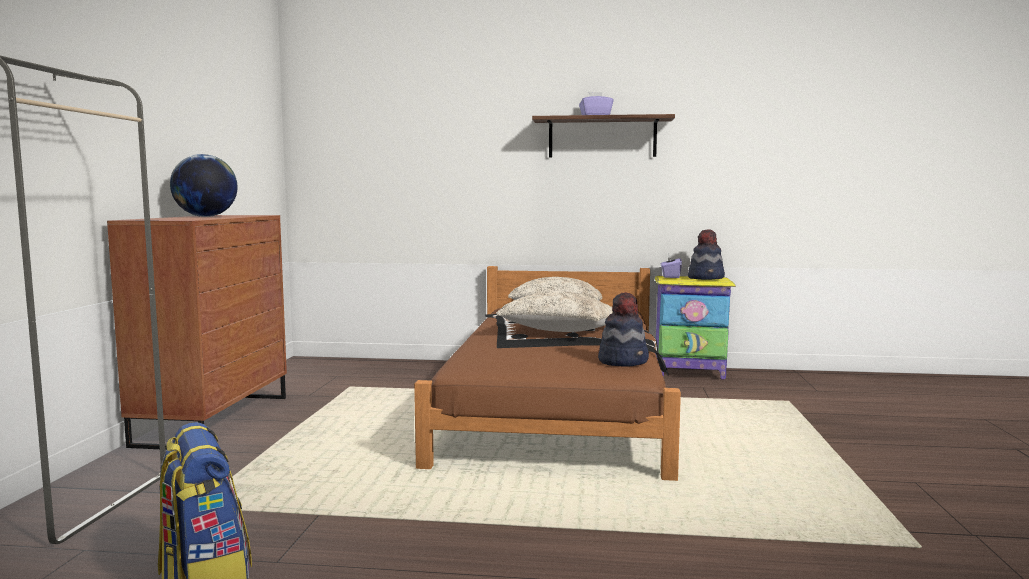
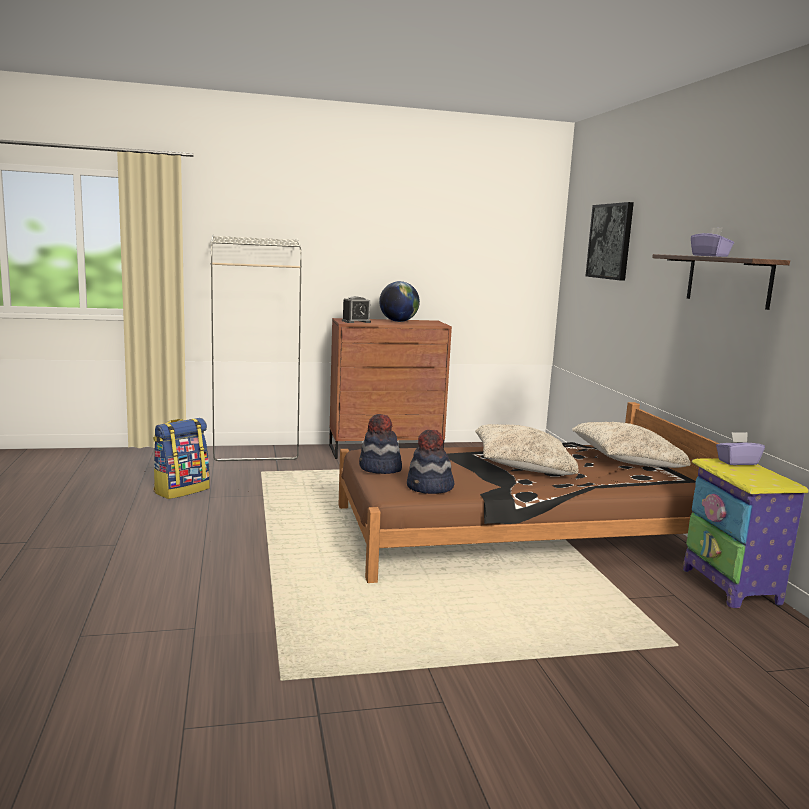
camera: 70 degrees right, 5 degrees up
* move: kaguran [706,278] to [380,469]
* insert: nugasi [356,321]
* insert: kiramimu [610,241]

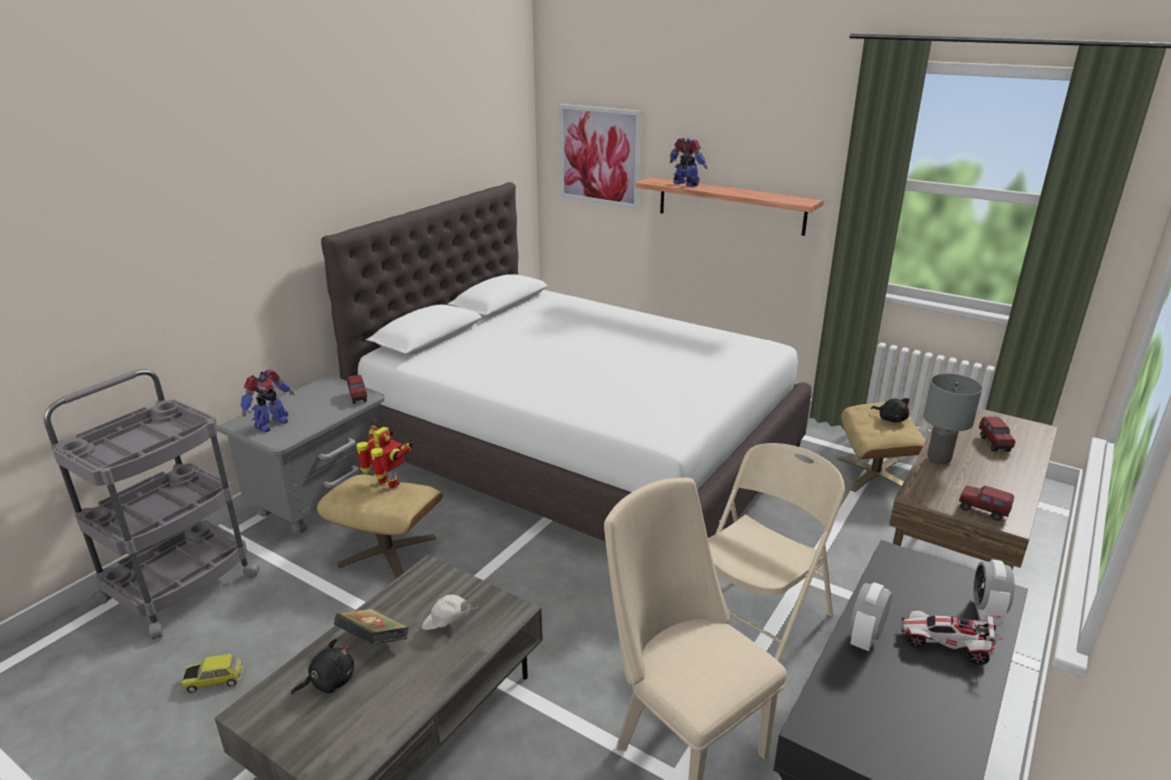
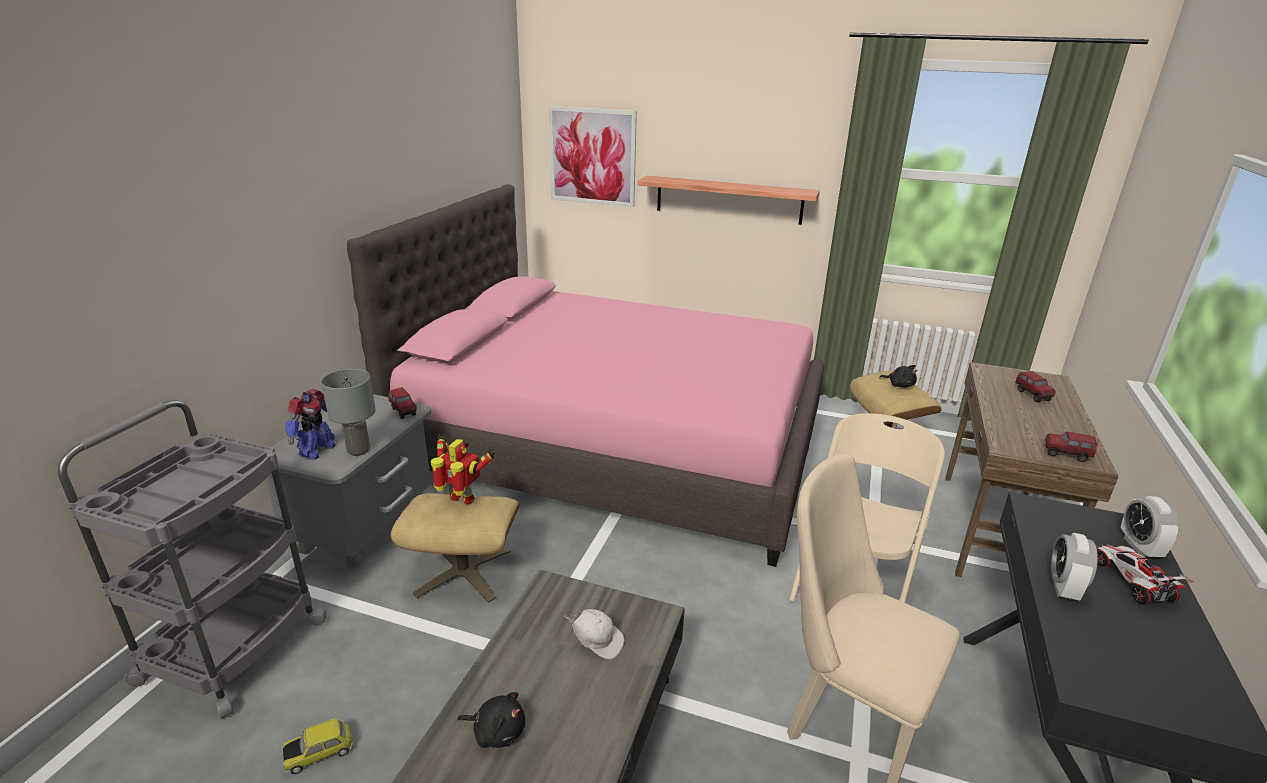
camera: 15 degrees left, 0 degrees up
* rotate: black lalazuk [329,681] = [497,731] 60 degrees clockwise
* recolor: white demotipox [578,451] to pink demotipox [614,445]
* delete: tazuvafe [374,642]
* rotate: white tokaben [447,624] = [597,642] 150 degrees counterclockwise
* delete: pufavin [685,184]
* rotate: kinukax [946,644] = [1131,582] 75 degrees clockwise
* move: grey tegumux [939,460] to [359,451]

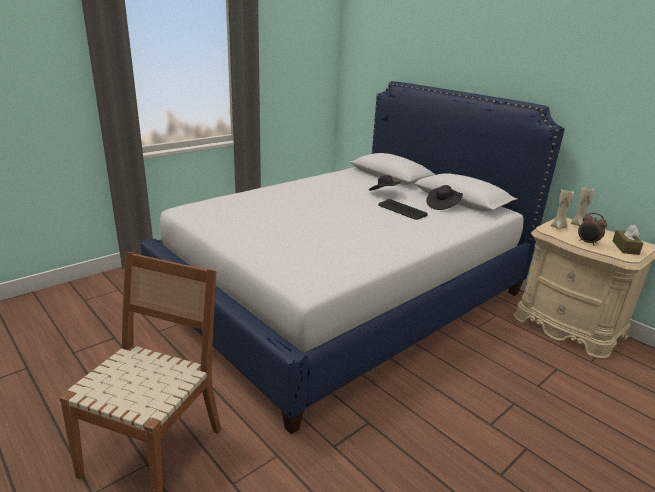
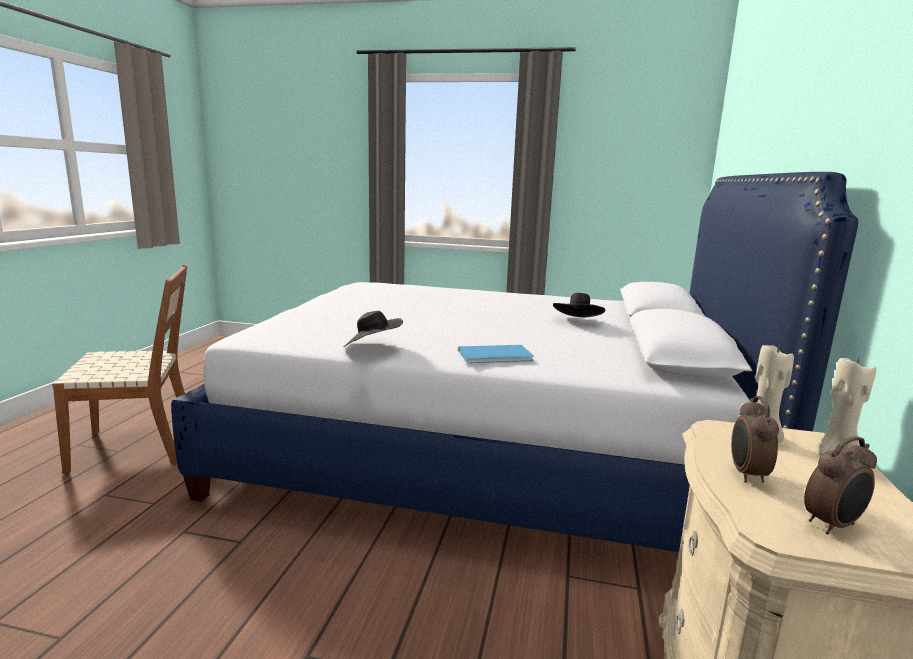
camera: 55 degrees right, 10 degrees down
* delete: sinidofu [401,210]
* move: black kaguran [443,205] to [372,347]
* replace: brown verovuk [625,248] to nugasi [833,525]
* insert: blue tazuvafe [497,356]

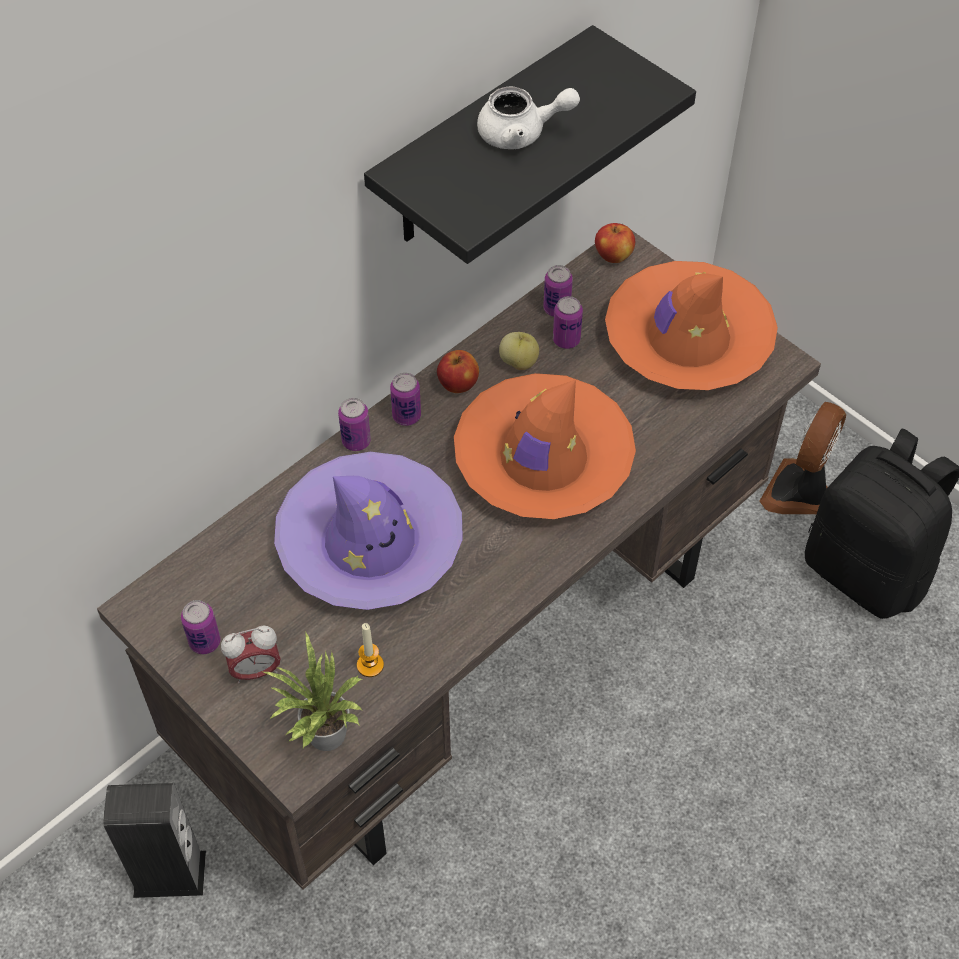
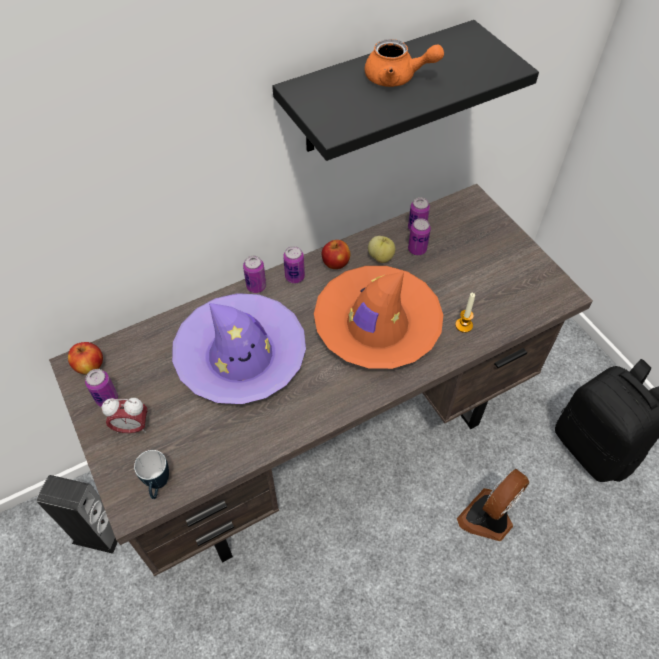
camera: 15 degrees right, 0 degrees up
* replace: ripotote [321,736] to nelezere [158,486]
* move: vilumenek [370,665] to [464,325]
* recolor: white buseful [521,133] to orange buseful [397,78]
* move: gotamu [614,256] to [90,366]
* delete: orange kaguran [688,339]
* move: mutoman [799,493] to [488,518]

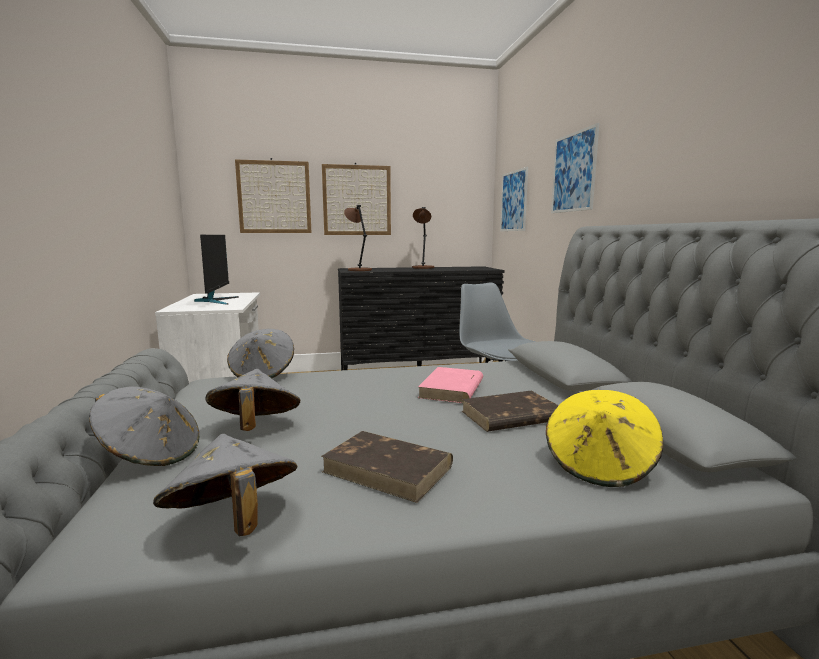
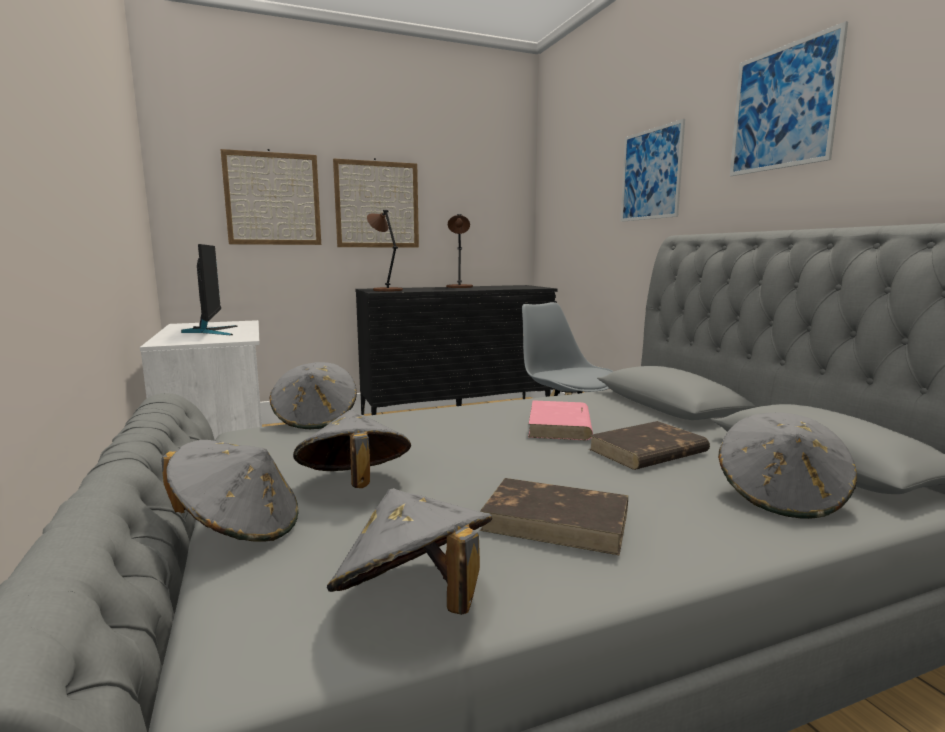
camera: 10 degrees left, 0 degrees up
* move: kiramimu [514,201] to [783,108]
* recolor: yellow kaguran [600,465] to grey kaguran [781,497]

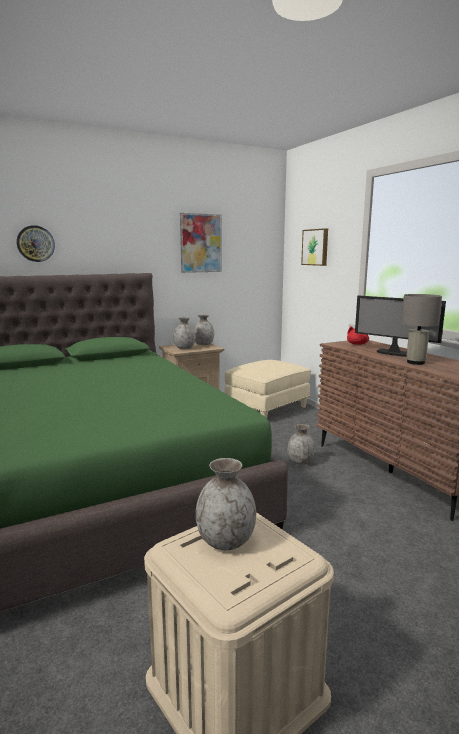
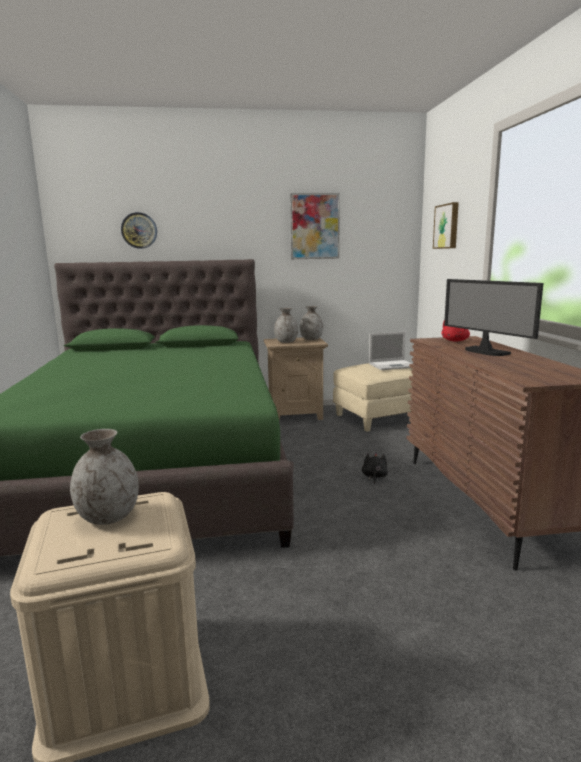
camera: 20 degrees right, 0 degrees up
* replace: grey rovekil [300,462] to black lalazuk [374,477]
* delete: grey tegumux [415,362]
* insert: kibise [393,365]

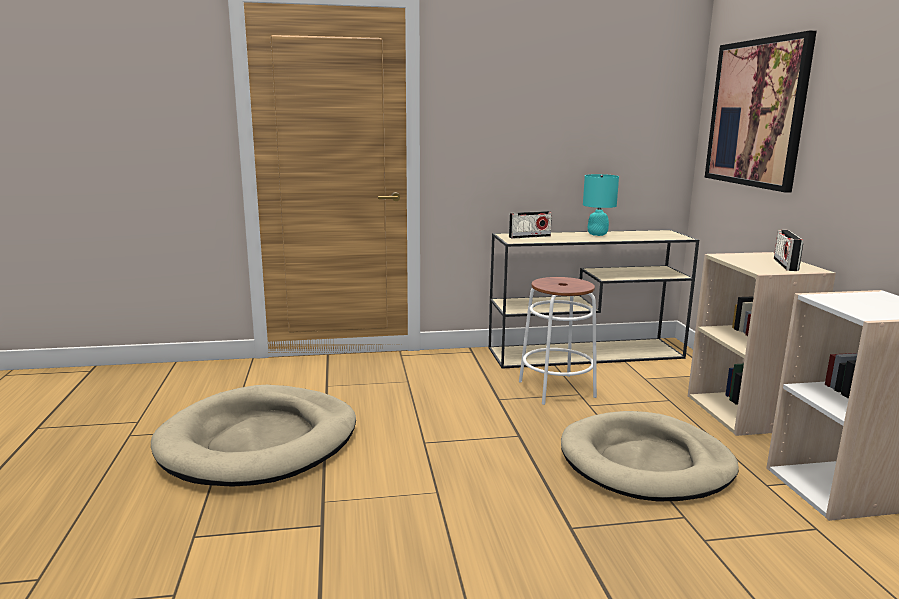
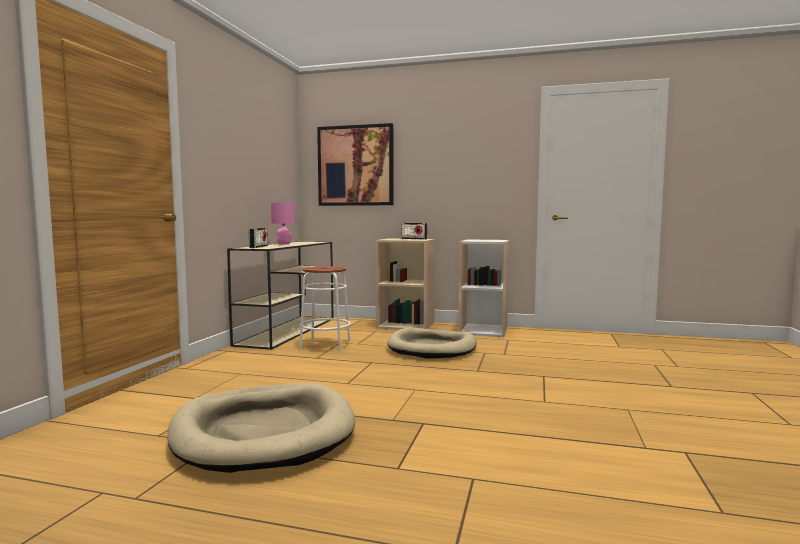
camera: 65 degrees left, 10 degrees down
* recolor: turquoise tegumux [596,234] to pink tegumux [283,244]

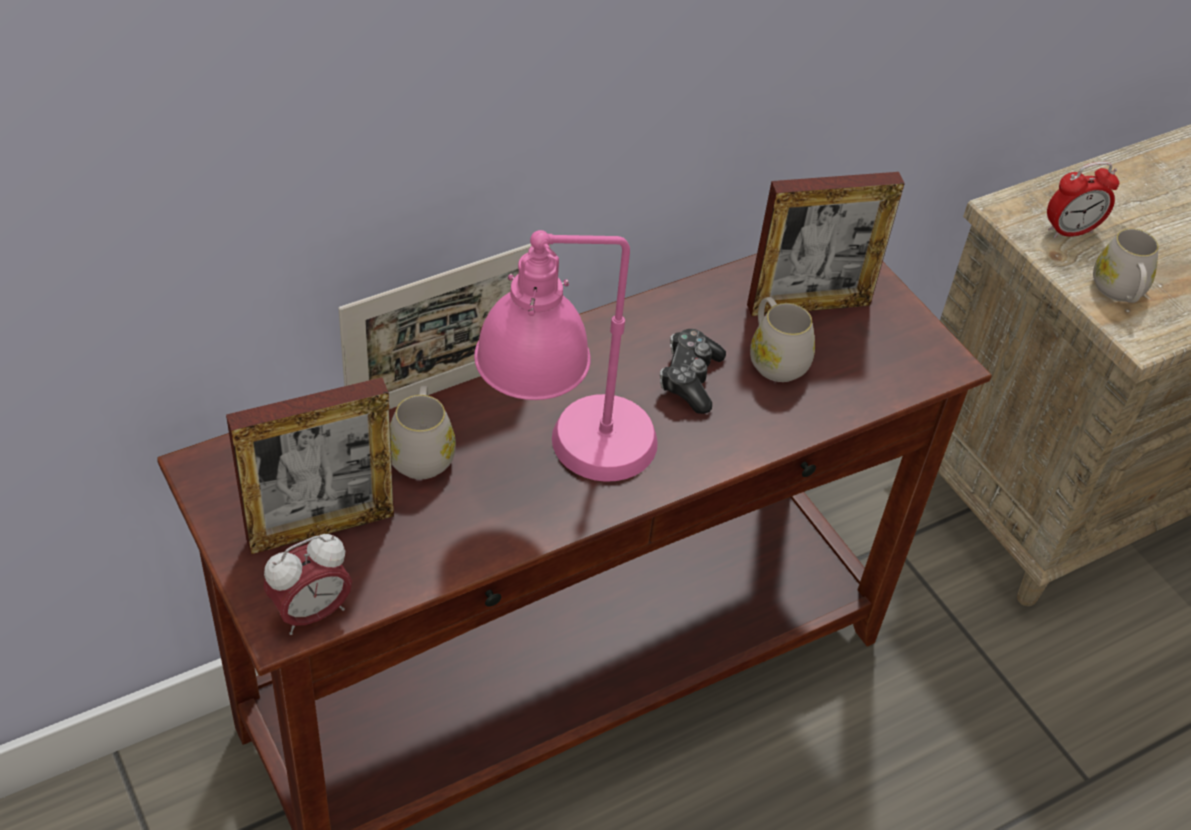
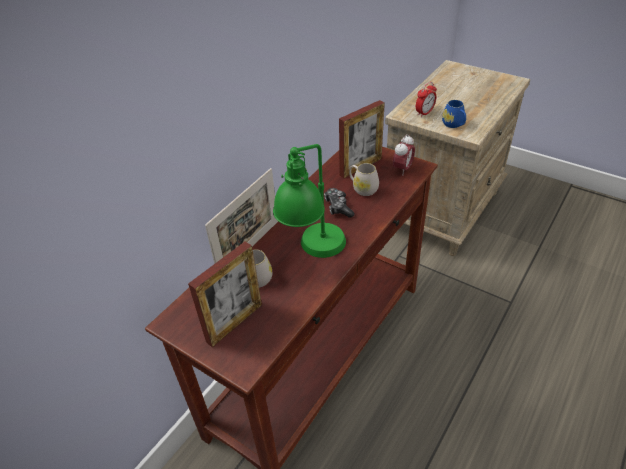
camera: 20 degrees left, 5 degrees down
* move: nugasi [311,613] to [402,169]
* recolor: pink tegumux [566,460] to green tegumux [314,254]
* recolor: white nelezere [1119,292] to blue nelezere [454,125]

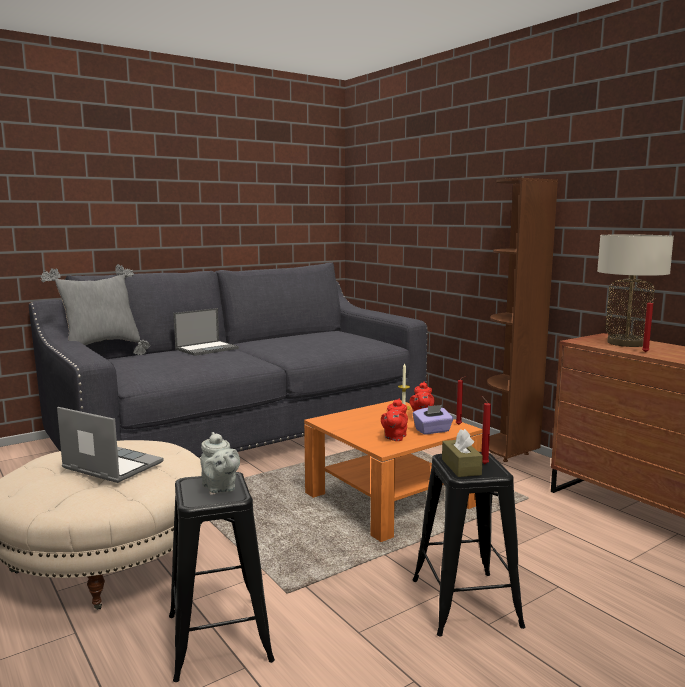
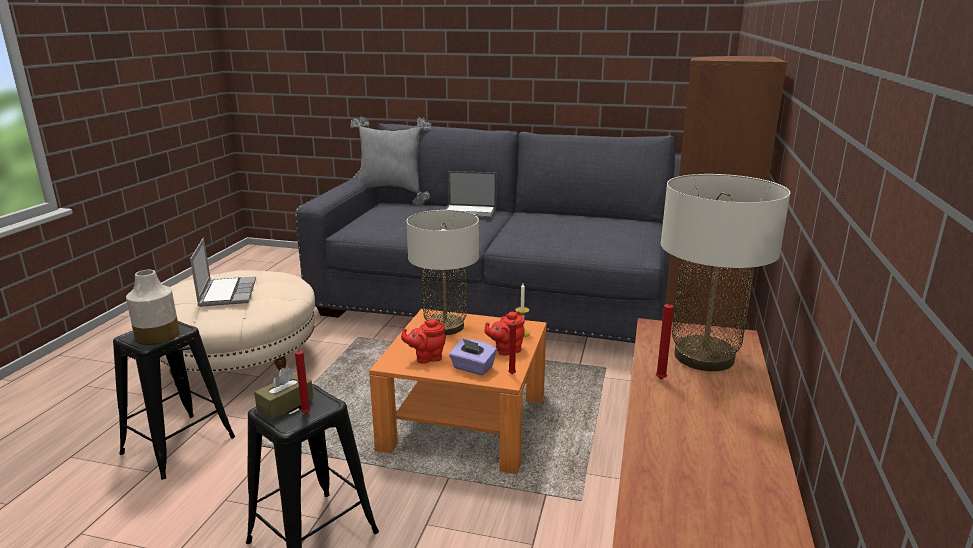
camera: 50 degrees right, 10 degrees up
* replace: grey buseful [220,488] to beige rovekil [158,335]
* insert: tegumux [445,327]

